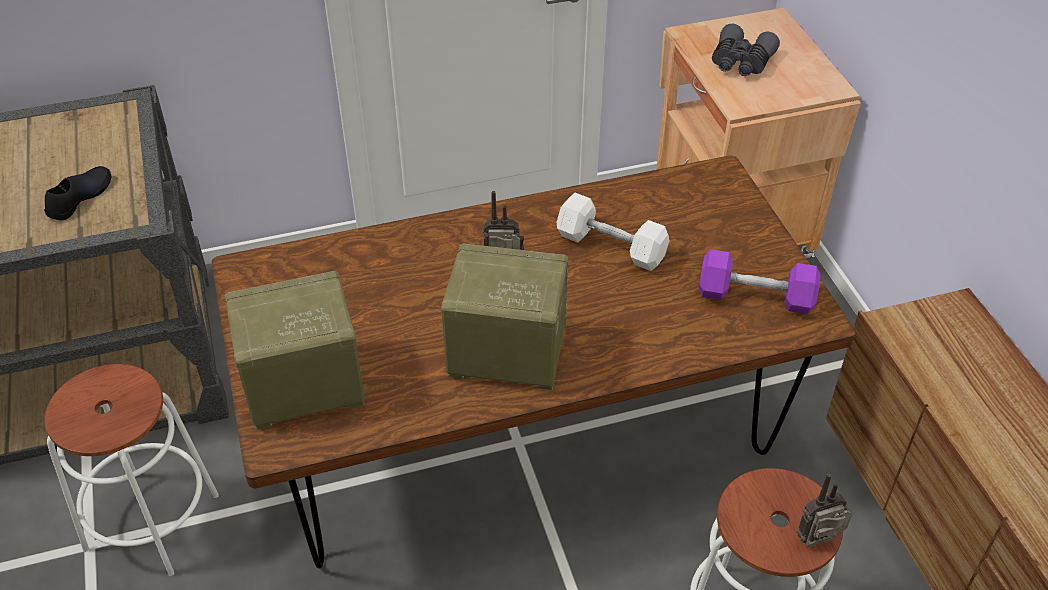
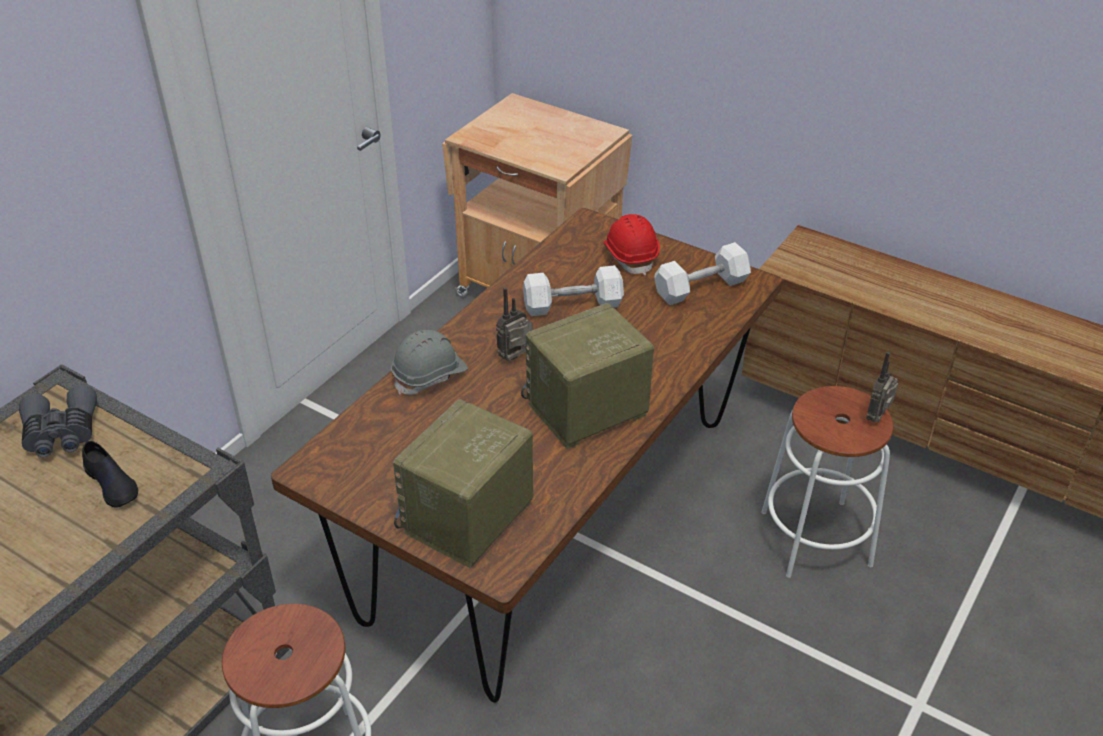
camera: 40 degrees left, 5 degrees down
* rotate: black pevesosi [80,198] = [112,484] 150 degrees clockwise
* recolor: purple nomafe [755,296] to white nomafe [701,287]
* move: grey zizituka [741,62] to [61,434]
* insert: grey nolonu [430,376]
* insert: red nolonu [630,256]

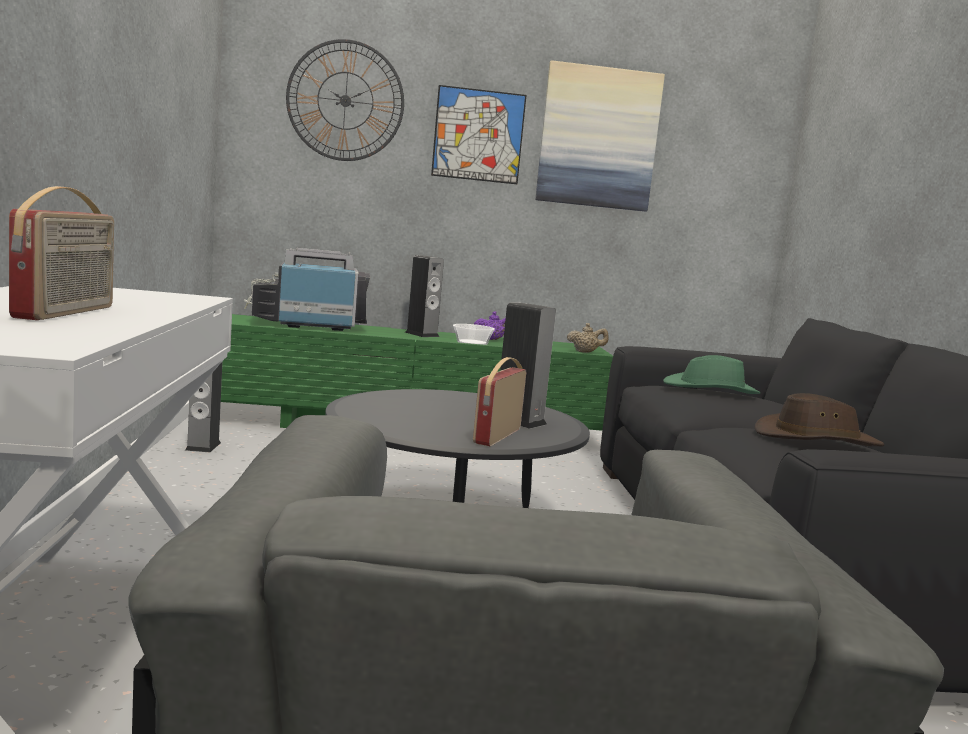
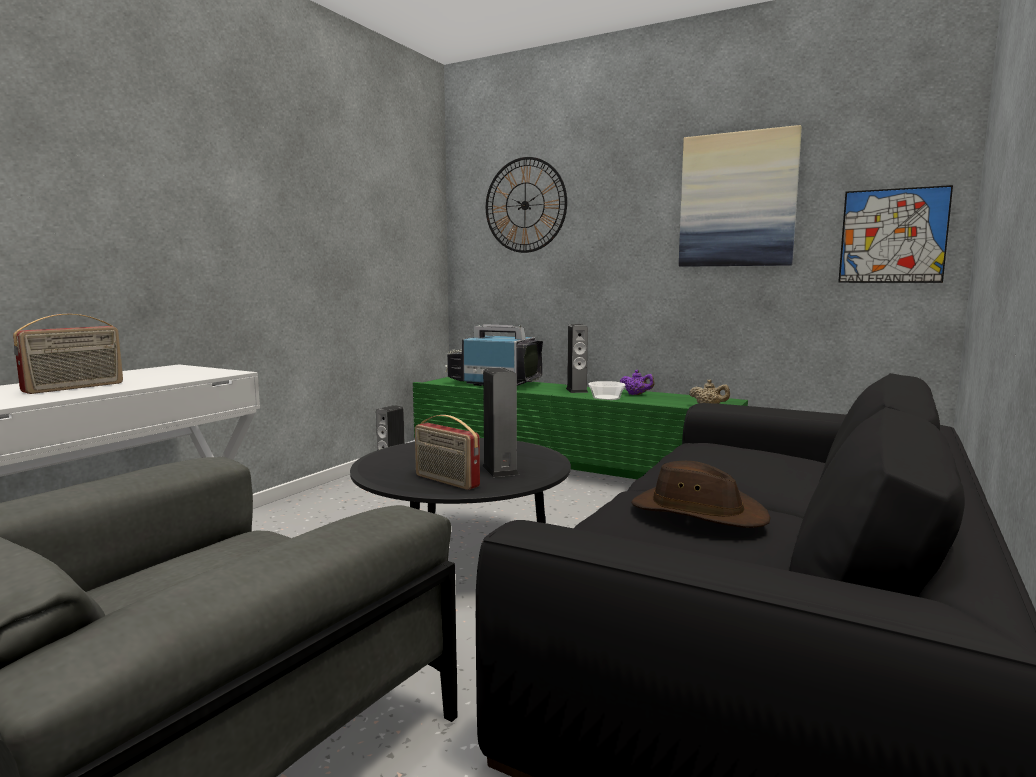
camera: 35 degrees right, 0 degrees up
* move: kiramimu [478,135] to [893,236]
* rotate: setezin [496,435] = [446,481] 105 degrees counterclockwise
* delete: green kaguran [711,389]

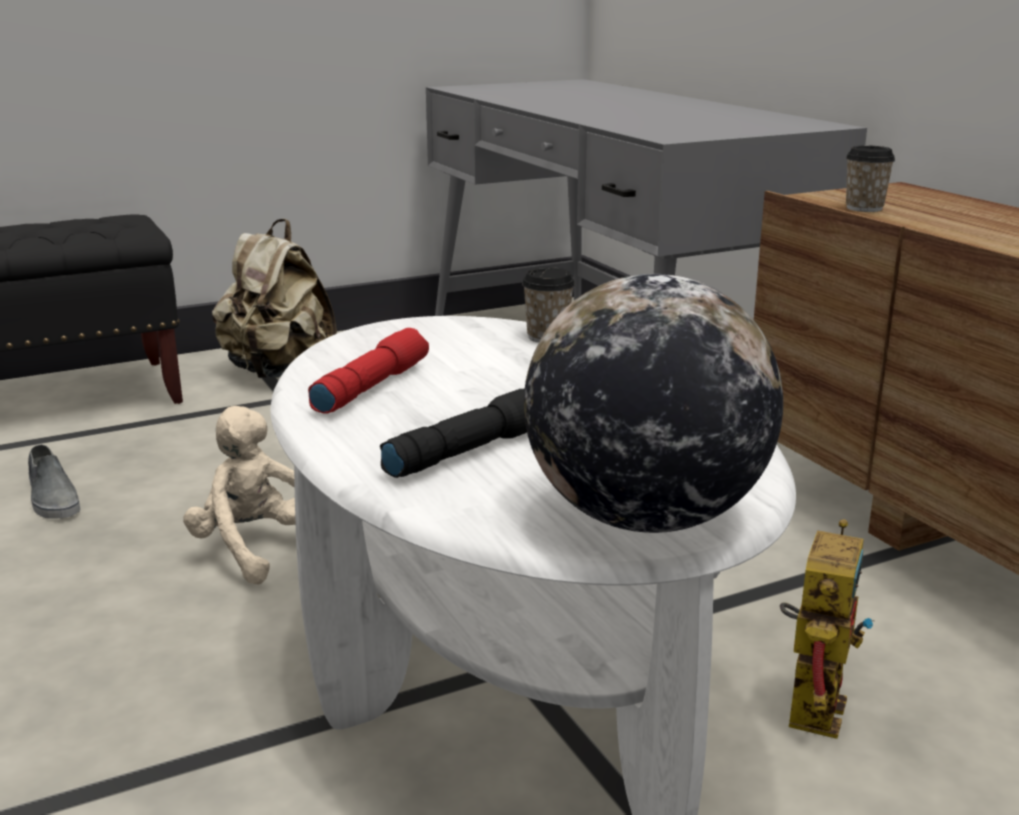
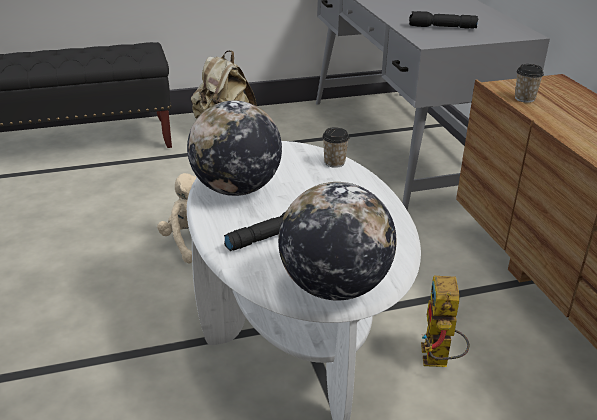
camera: 10 degrees right, 10 degrees up
* delete: grey pevesosi [52,498]
* replace: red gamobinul [370,387] to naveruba [236,189]
* rotate: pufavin [812,700] = [438,361] 150 degrees clockwise
* insert: black gamobinul [441,27]

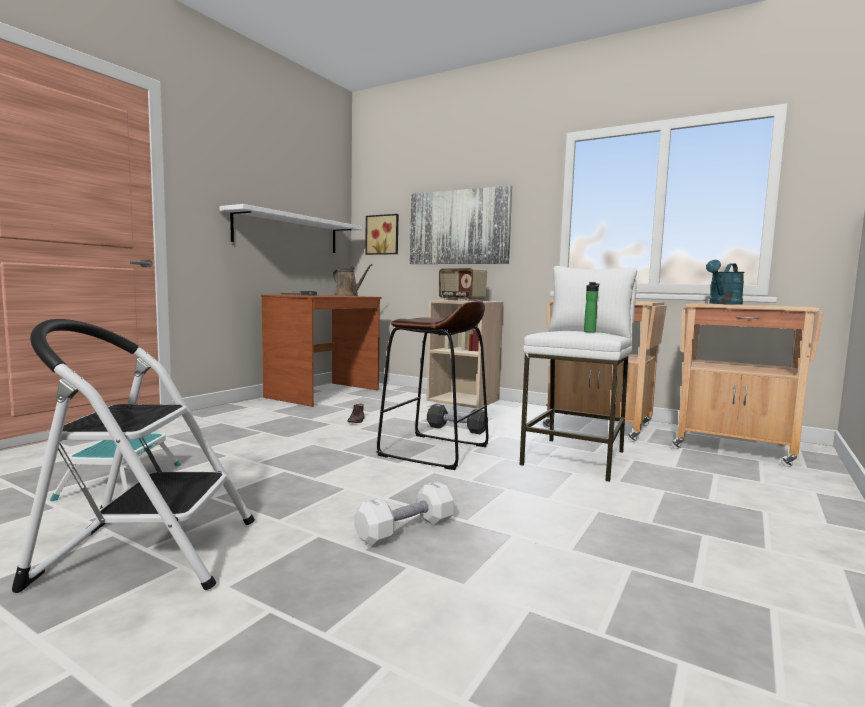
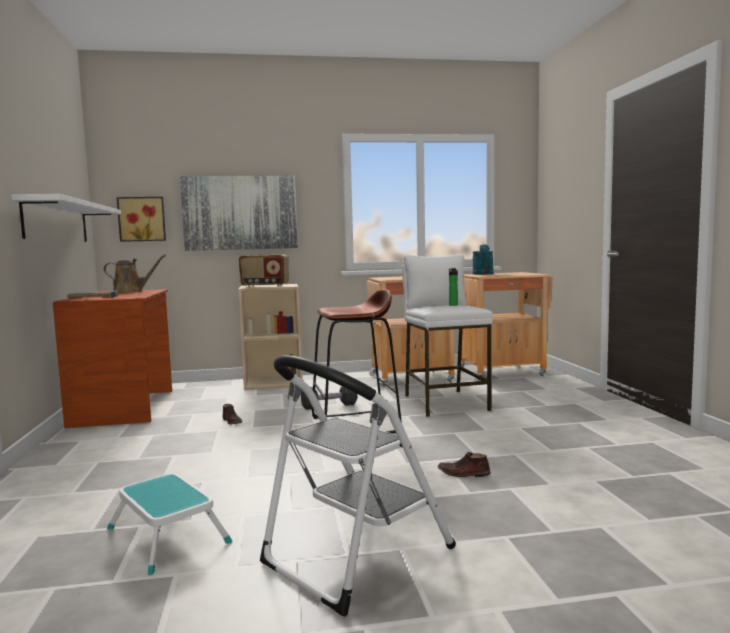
camera: 40 degrees left, 0 degrees up
* replace: white nomafe [406,530] to brown pevesosi [463,474]

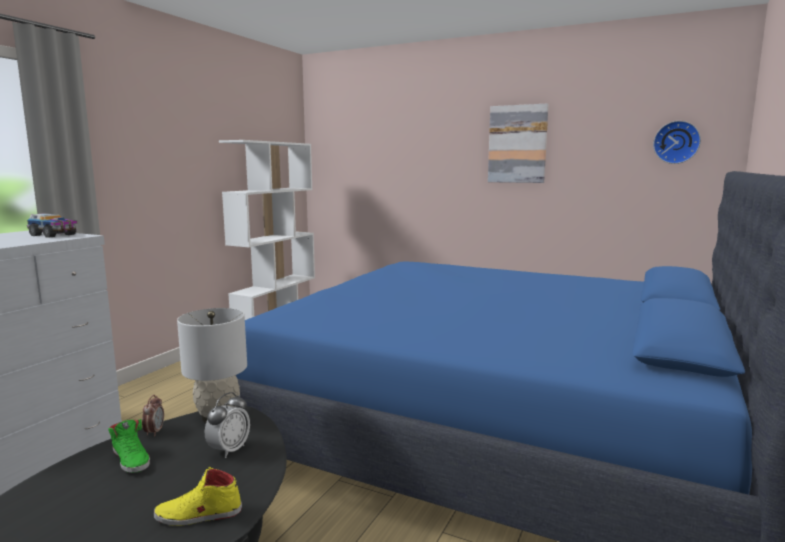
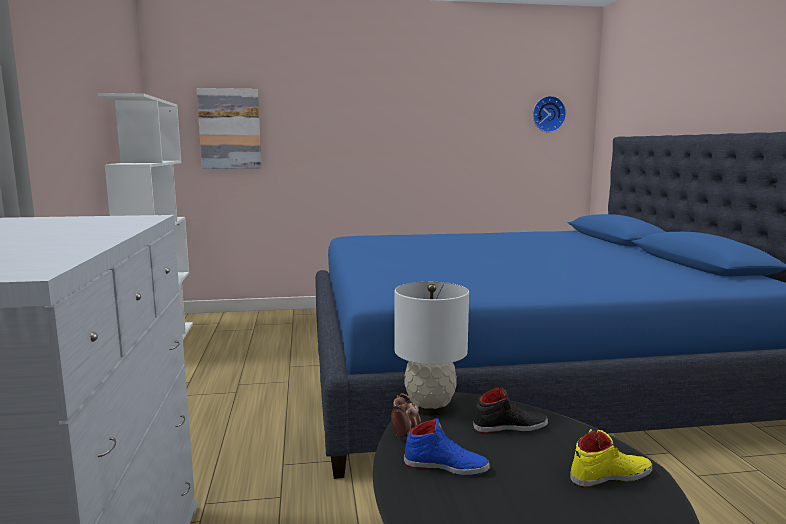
camera: 35 degrees left, 0 degrees up
* delete: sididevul [54,235]
* recolor: green pevesosi [131,459] to blue pevesosi [446,465]
* rotate: yellow pevesosi [198,515] = [610,475] 150 degrees counterclockwise
* replace: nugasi [229,450] to black pevesosi [509,426]
* move: kiramimu [517,144] to [230,129]

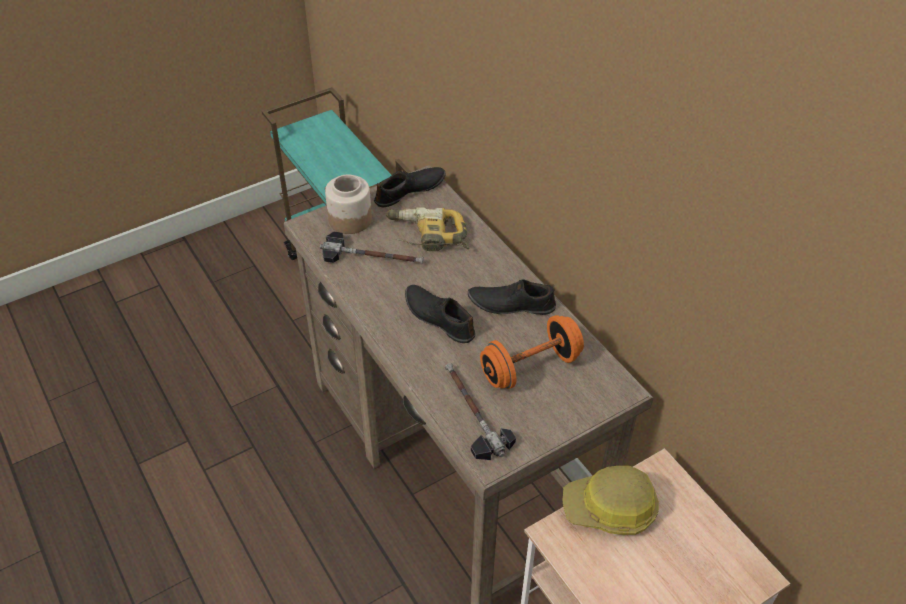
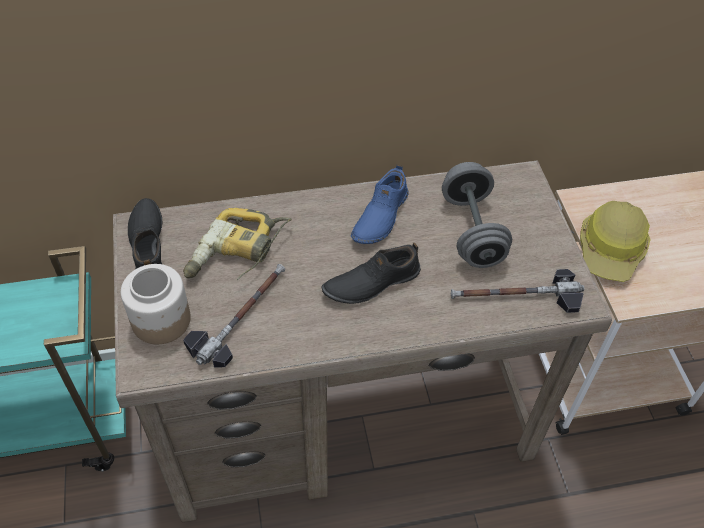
camera: 70 degrees left, 5 degrees up
* recolor: black pevesosi [511,304] to blue pevesosi [379,216]
* recolor: orange nomafe [530,367] to grey nomafe [472,231]

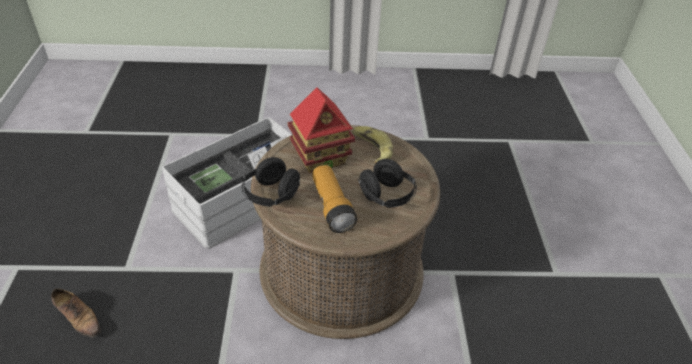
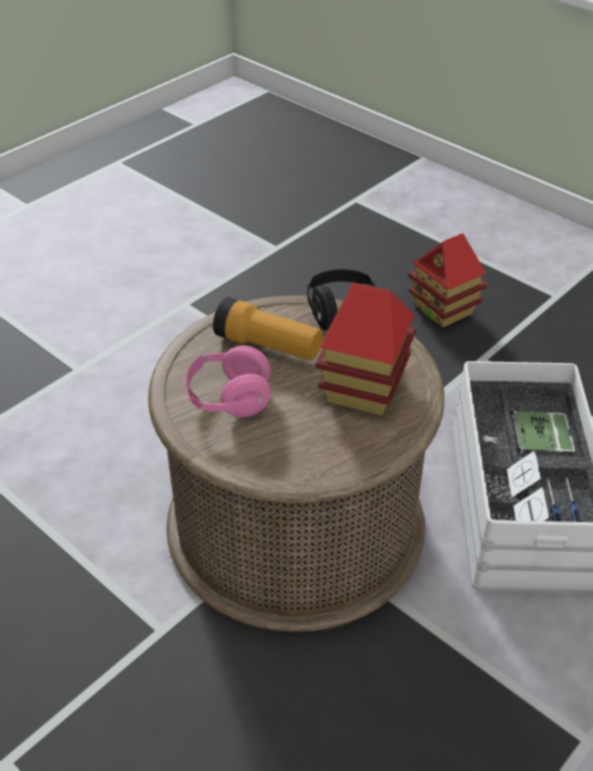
camera: 135 degrees right, 0 degrees up
* replace: pevesosi [78,317] to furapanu [443,310]
* delete: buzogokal [371,148]
* recolor: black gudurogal [387,196] to pink gudurogal [228,399]

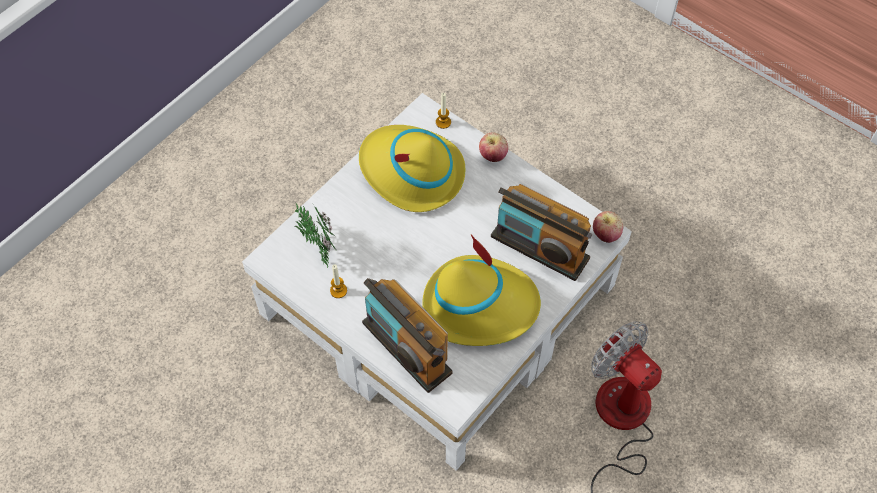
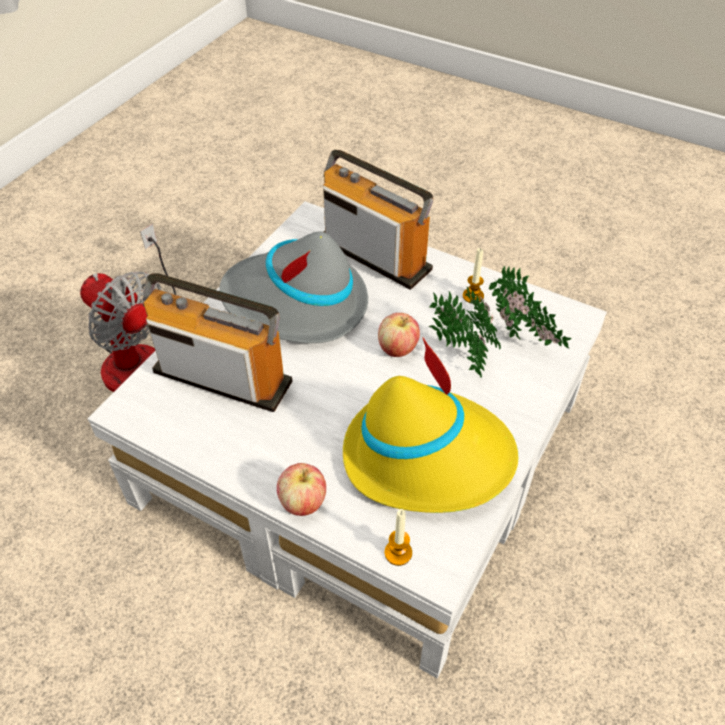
camera: 170 degrees right, 10 degrees down
* recolor: yellow kaguran [480,305] to grey kaguran [296,304]
* move: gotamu [605,235] to [397,349]
* insert: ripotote [460,352]

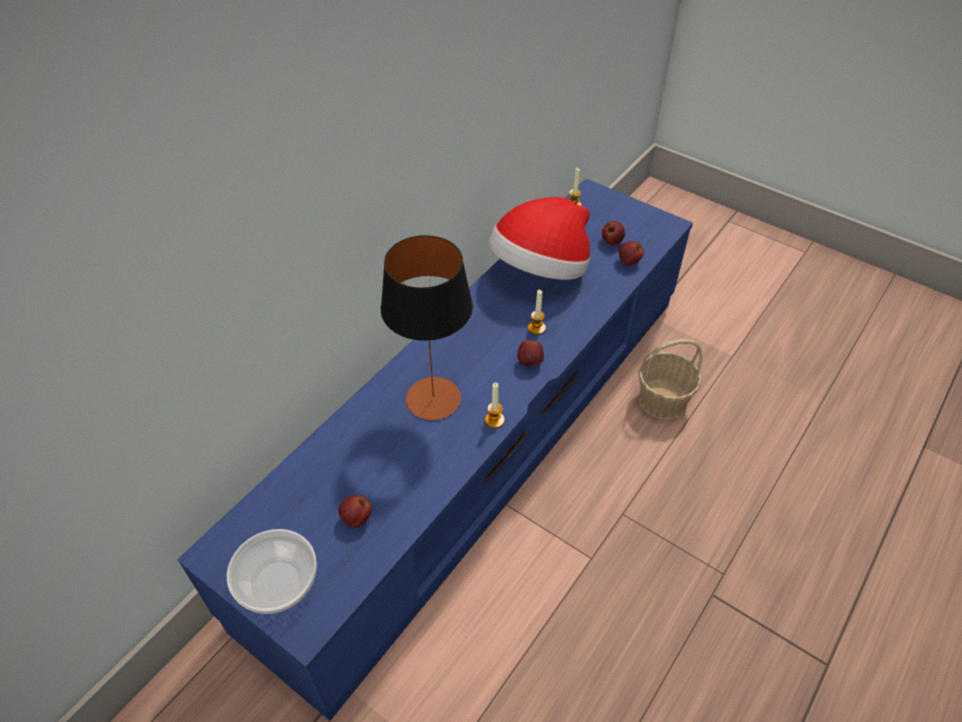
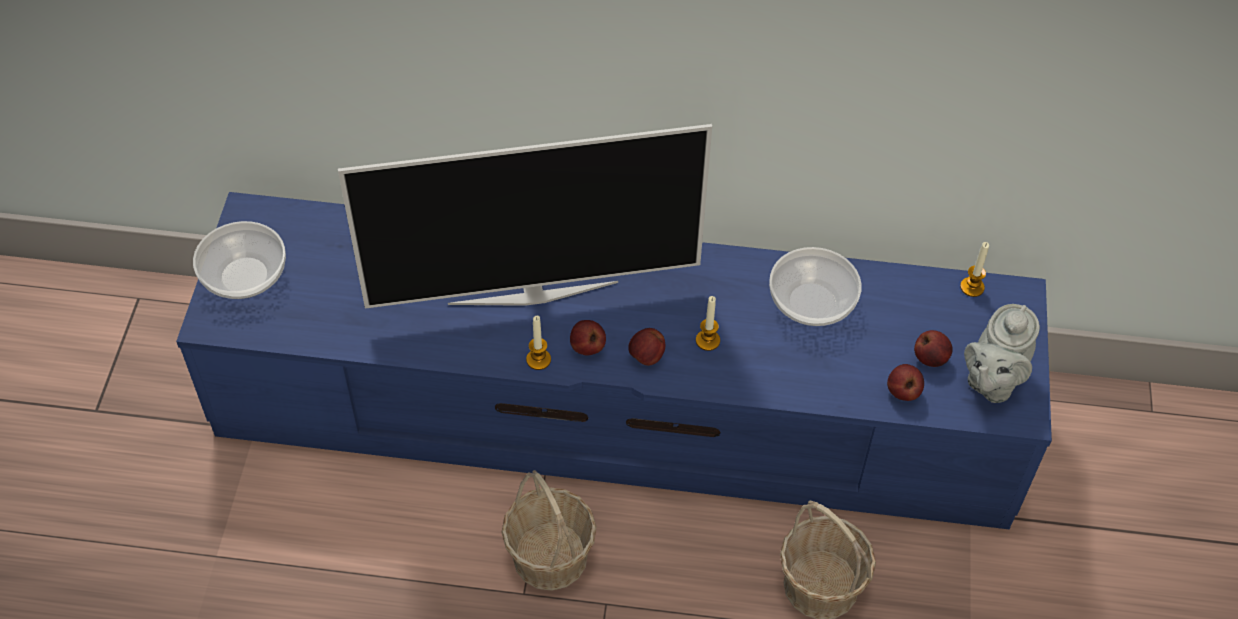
camera: 60 degrees right, 5 degrees up
* move: gotamu [356,519] to [587,347]
* replace: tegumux [433,399] to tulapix [533,291]
* replace: kaguran [540,270] to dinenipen [812,303]
* insert: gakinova [550,555]
* insert: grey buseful [991,381]

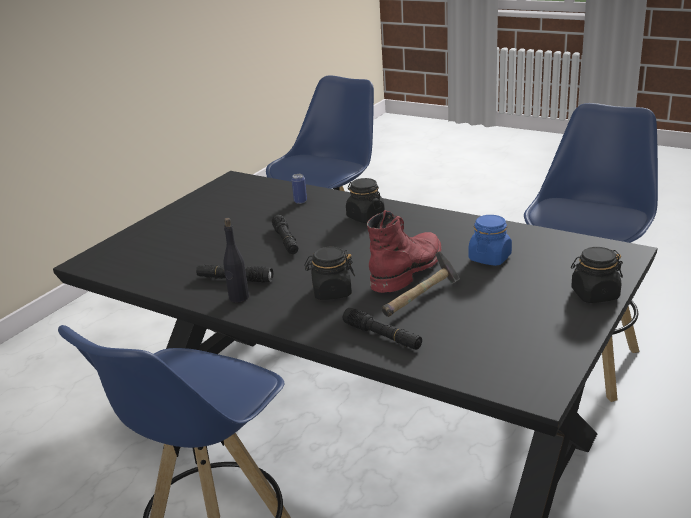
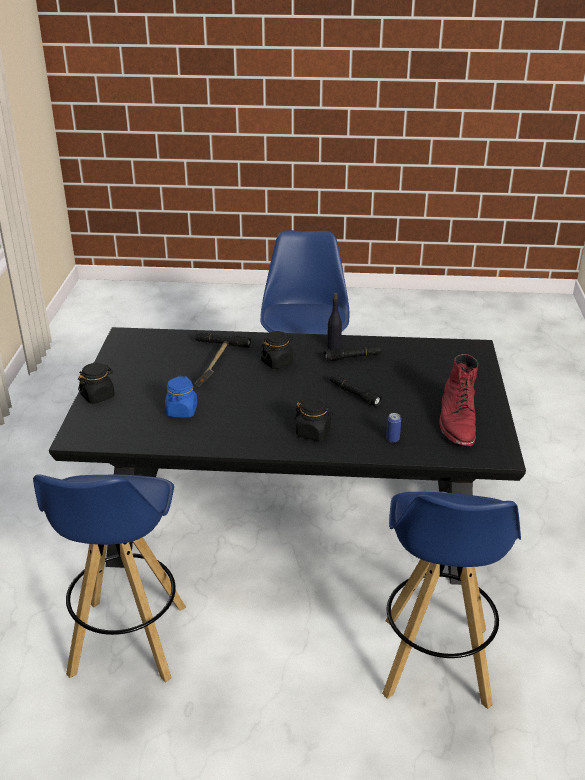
camera: 150 degrees right, 5 degrees up
* move: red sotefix [408,269] to [457,421]

